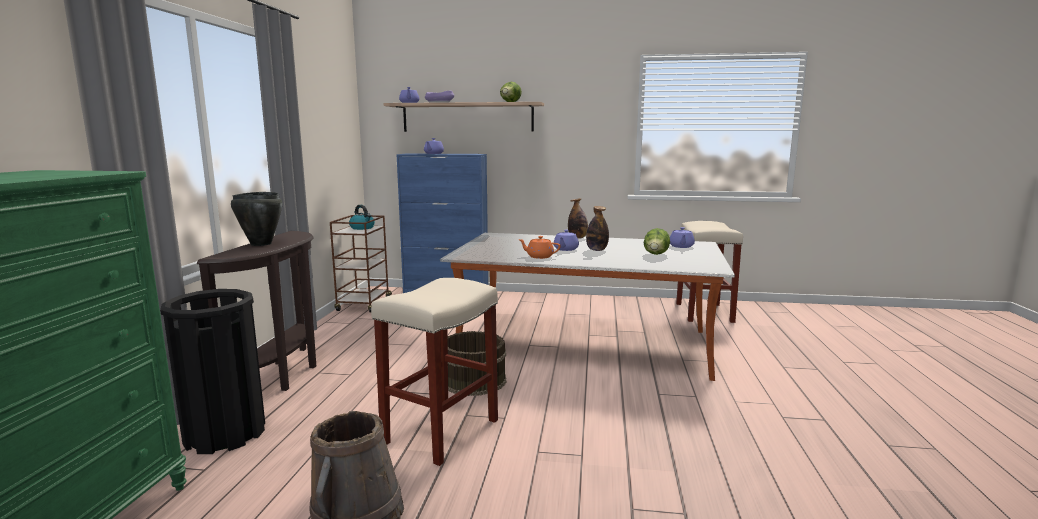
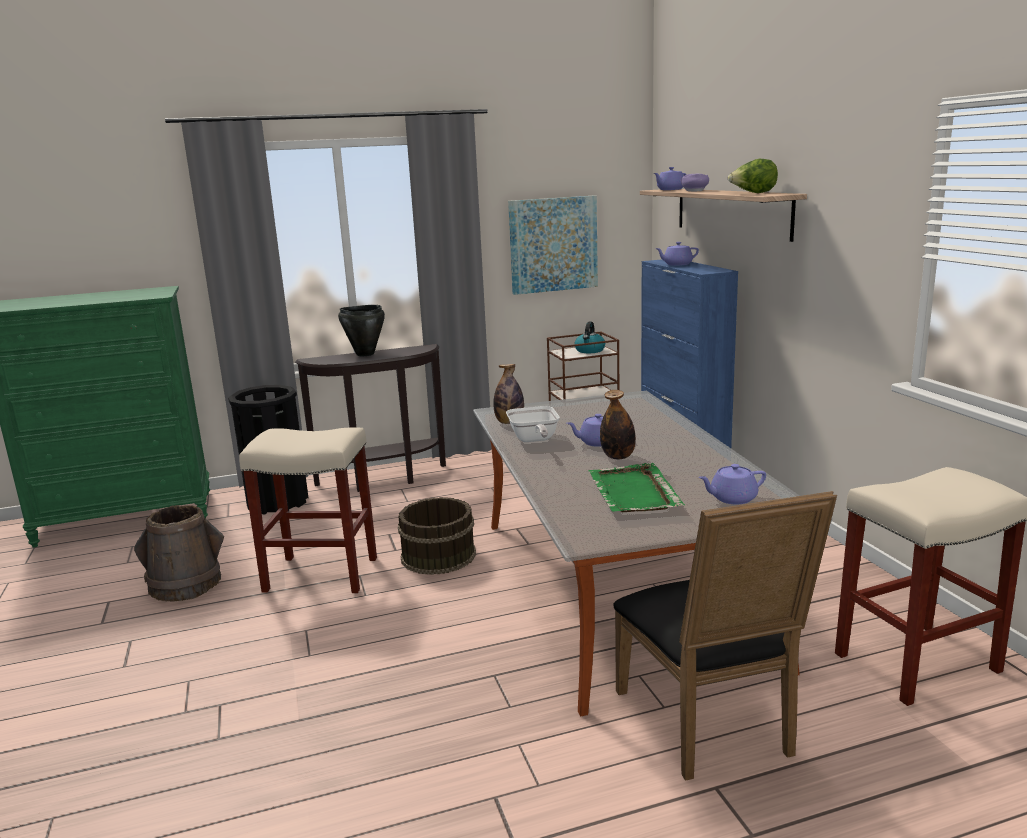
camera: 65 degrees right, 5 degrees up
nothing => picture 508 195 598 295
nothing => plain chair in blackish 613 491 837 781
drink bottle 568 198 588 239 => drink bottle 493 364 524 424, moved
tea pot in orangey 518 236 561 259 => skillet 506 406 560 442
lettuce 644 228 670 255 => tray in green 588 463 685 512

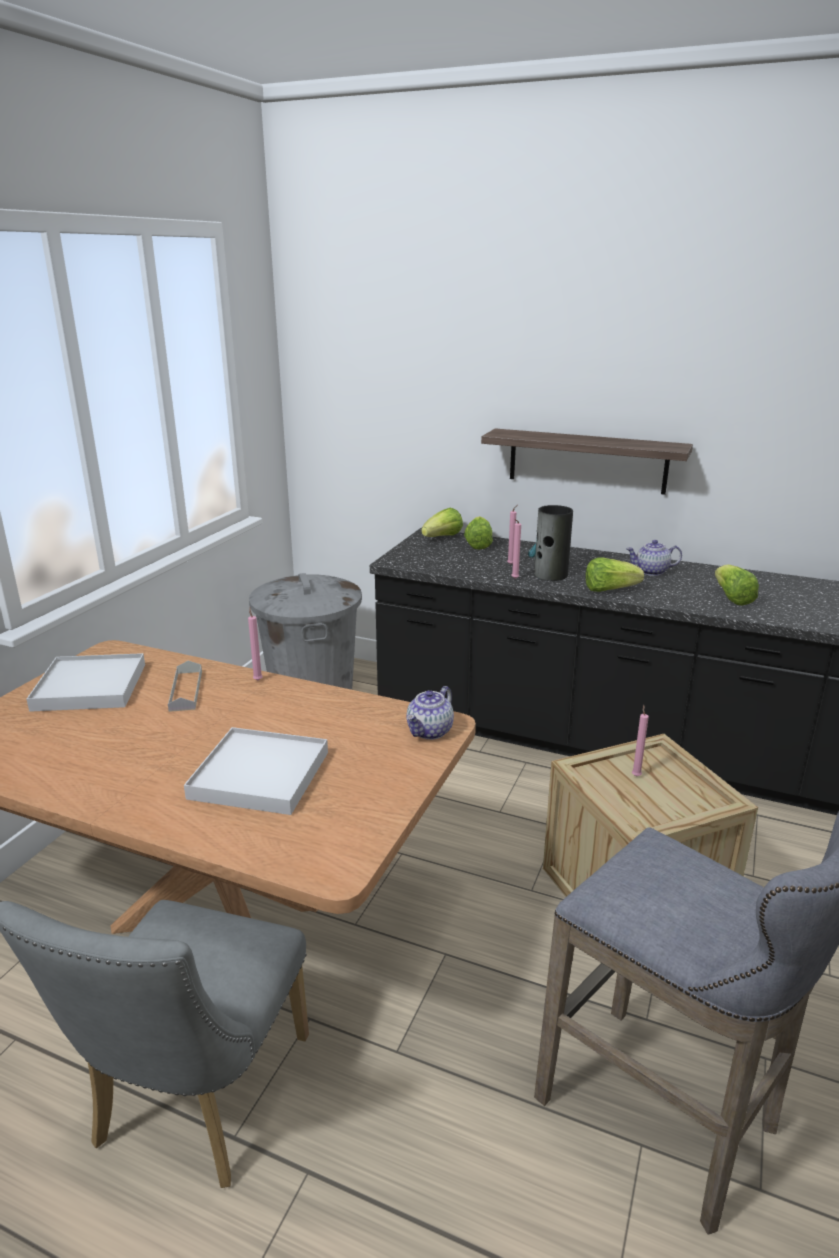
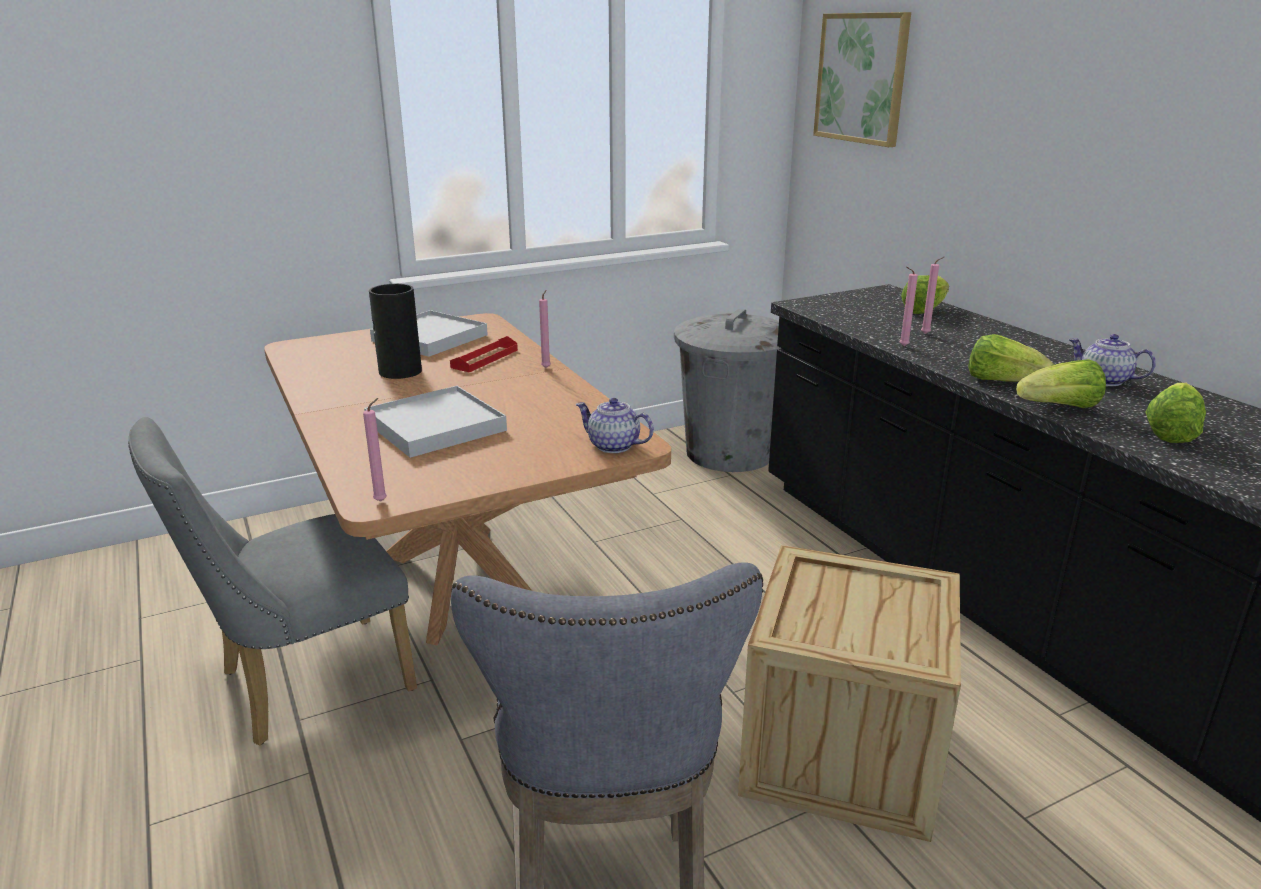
camera: 40 degrees right, 0 degrees up
bracket shelf 481 428 693 495 => nothing
nothing => picture 813 12 911 147
lettuce 421 508 463 537 => lettuce 1016 359 1106 408, moved
vase 528 505 573 581 => vase 369 284 422 379, moved
wax candle in pink-coloured 632 705 649 777 => wax candle in pink-coloured 363 398 387 502, moved
tray in grey 168 661 202 712 => tray in red-coloured 450 336 518 372
tea pot 406 686 454 740 => tea pot 576 398 654 453, 45 degrees clockwise

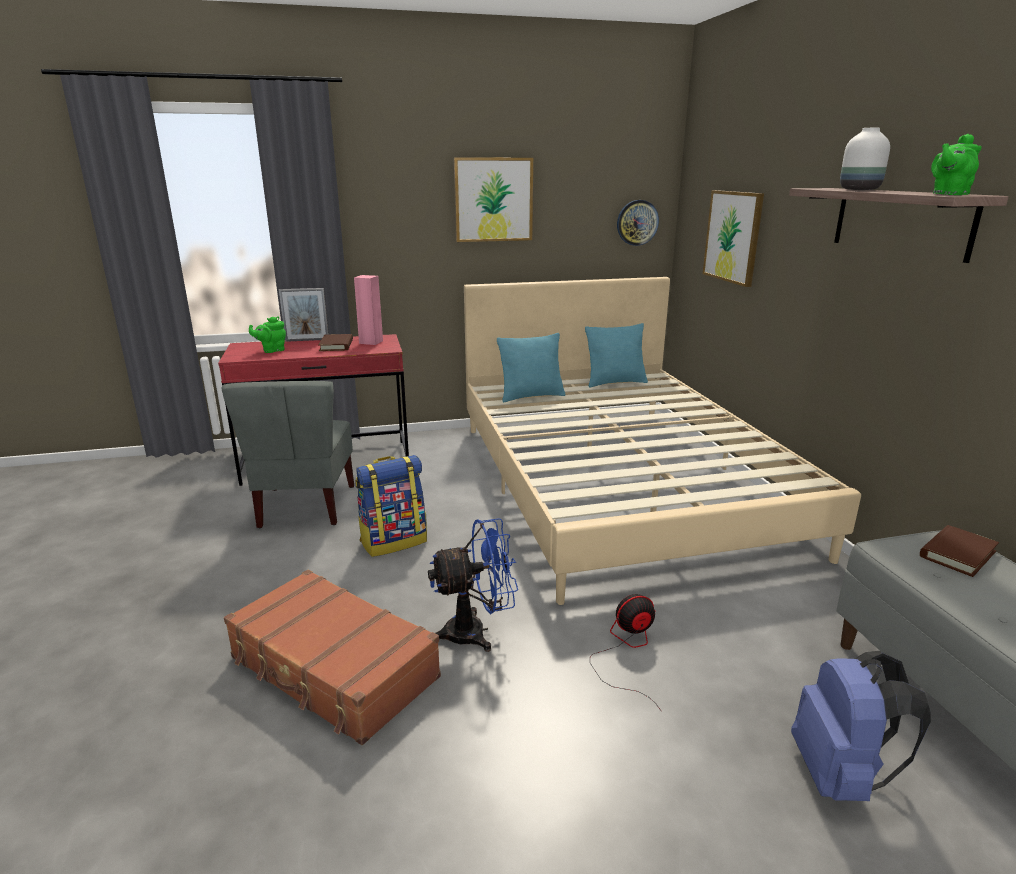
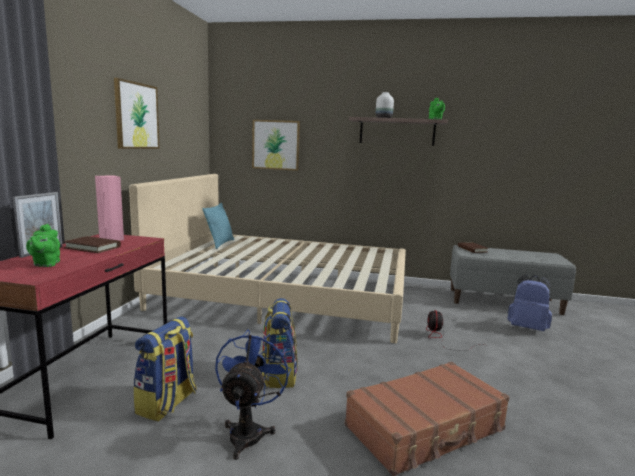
camera: 65 degrees left, 10 degrees down
cushion in turquoise 497 333 566 402 => nothing
wall clock 617 200 659 246 => nothing
fan in bluish 428 518 518 652 => fan in bluish 215 330 291 460, moved
plain chair in grey 221 381 354 528 => backpack 134 316 197 421

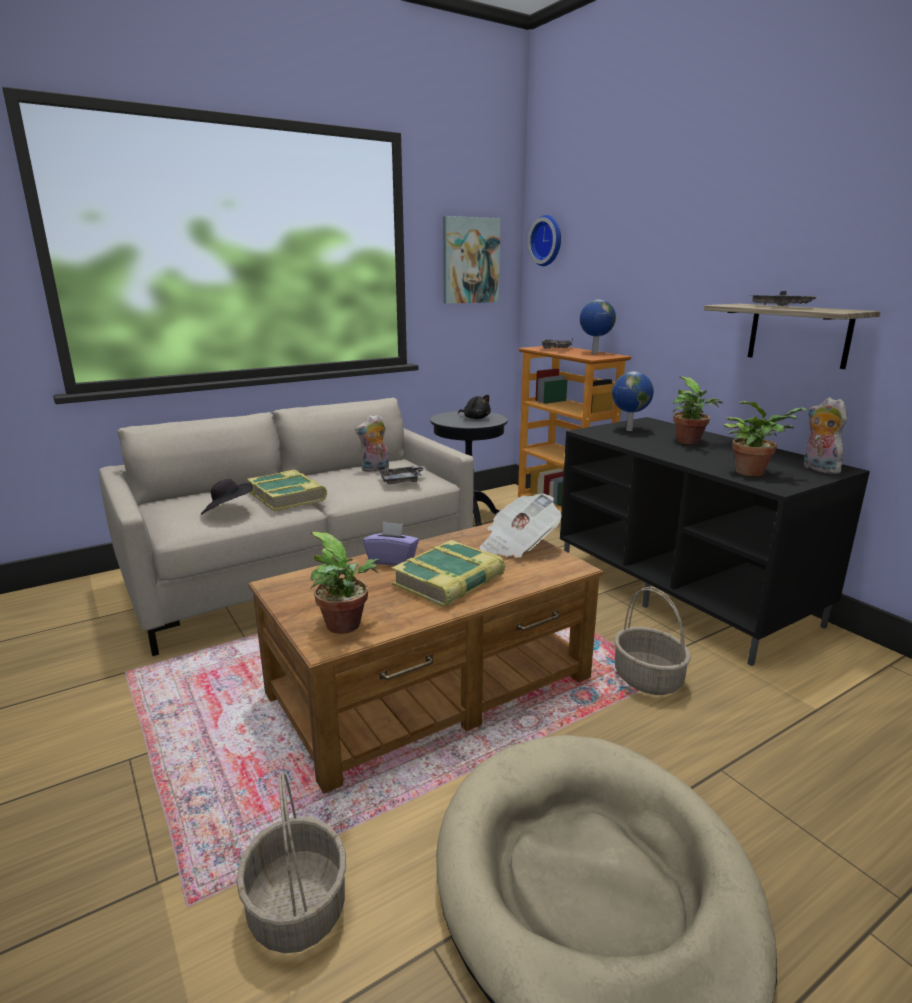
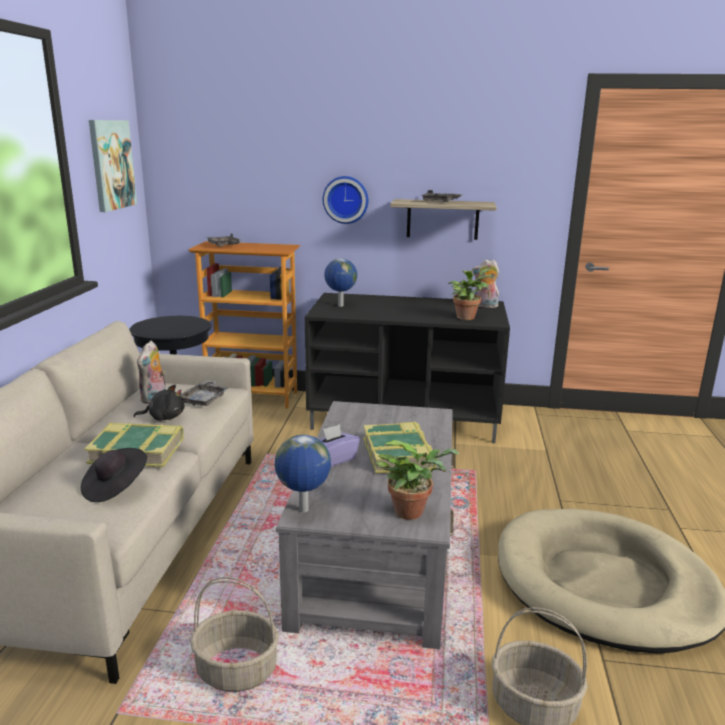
camera: 50 degrees left, 0 degrees up
printed paper 480 494 562 558 => nothing
potted plant 673 376 723 444 => nothing
cuddly toy in blackish 458 395 491 419 => cuddly toy in blackish 134 385 184 421, moved
wall clock 528 215 561 266 => wall clock 323 176 368 224, moved
desk globe 580 300 616 354 => desk globe 275 435 331 512, moved
household basket 614 587 691 695 => household basket 190 577 279 692, moved
low table in brownish 248 523 604 794 => low table in grey 276 401 454 649

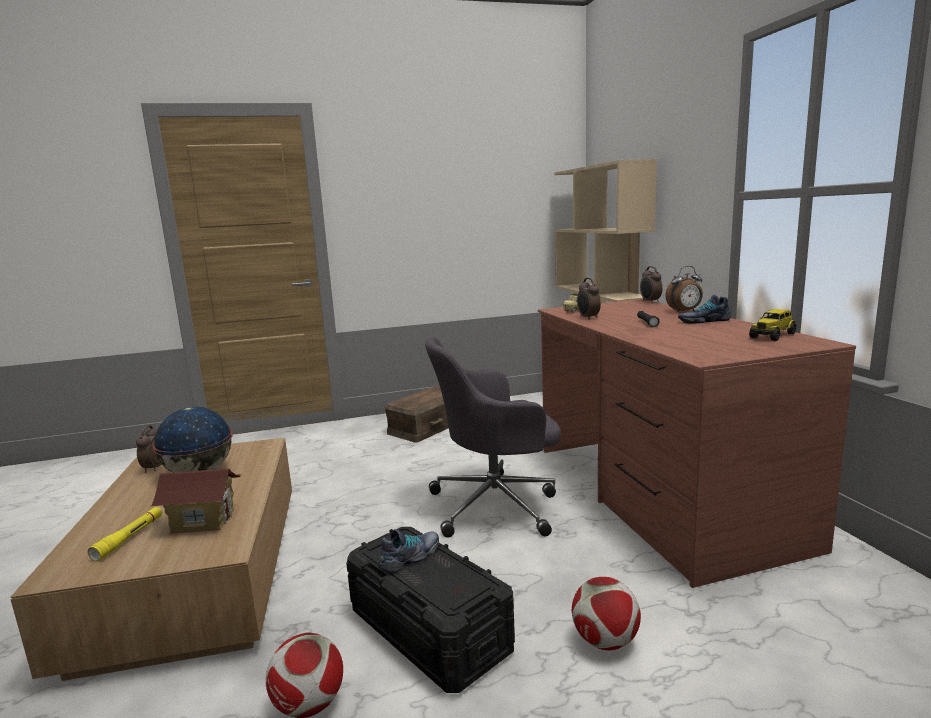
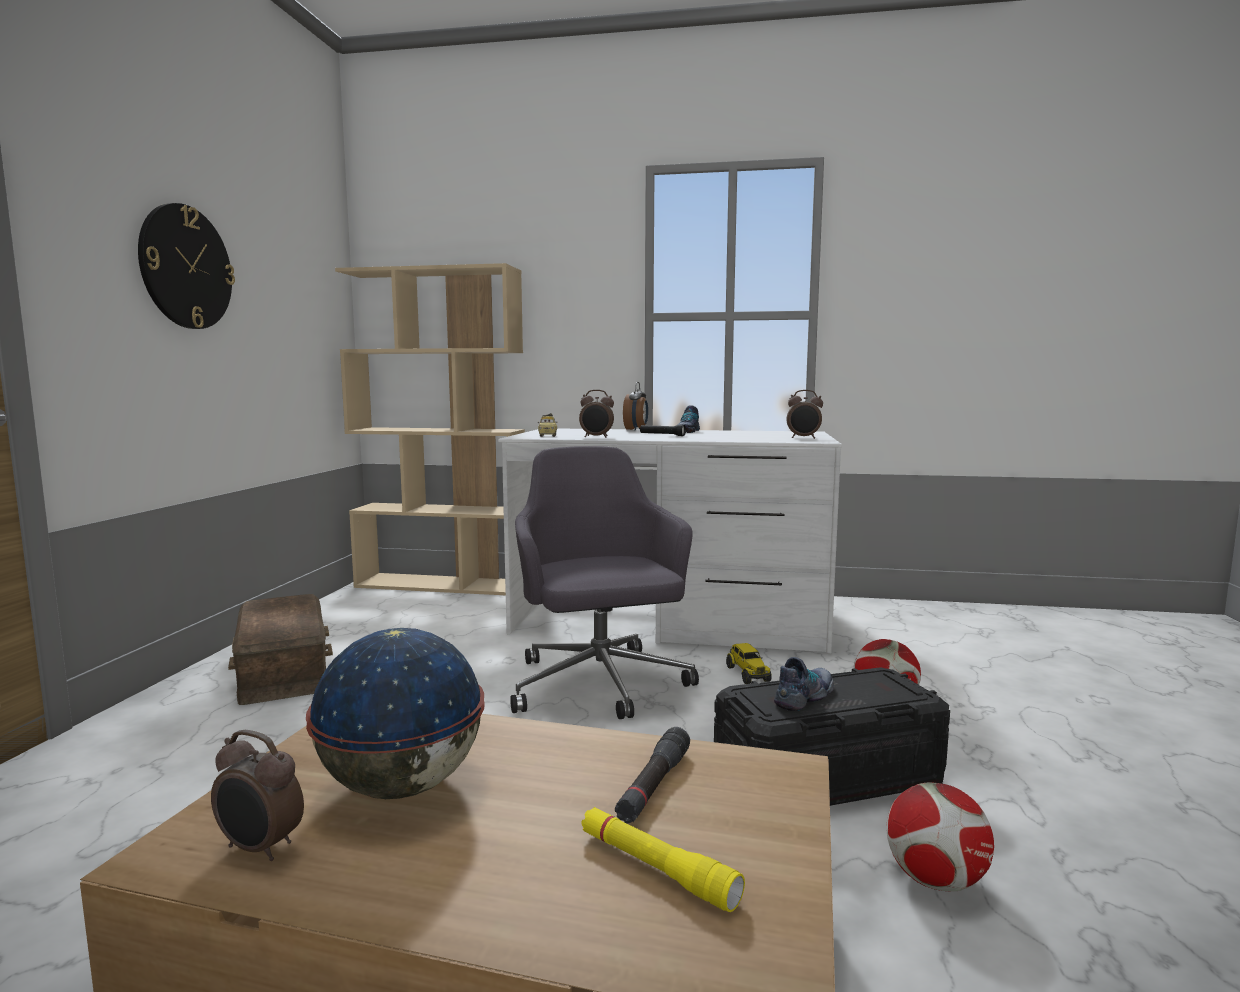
camera: 65 degrees left, 5 degrees down
nothing => wall clock 138 203 235 329
table clock 640 266 663 303 => table clock 787 390 823 439, moved
toy truck 749 309 797 341 => toy truck 726 643 772 684, moved
model house 151 469 241 534 => flashlight in blackish 615 727 690 824
desk table in brownish 538 299 856 588 => desk table in whitish 498 428 842 654
item of footwear 378 529 439 573 => item of footwear 774 657 834 711, 60 degrees clockwise
office chair in grey 425 336 561 538 => office chair in grey 510 446 699 719, 150 degrees clockwise

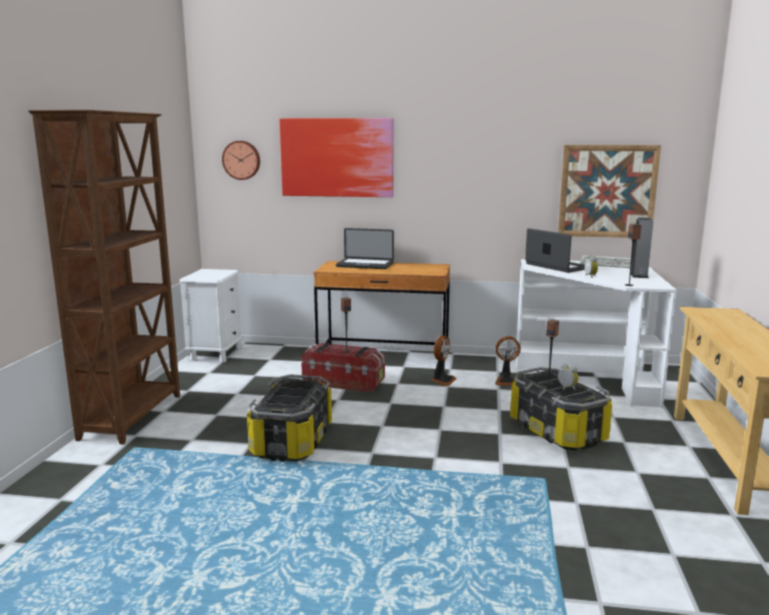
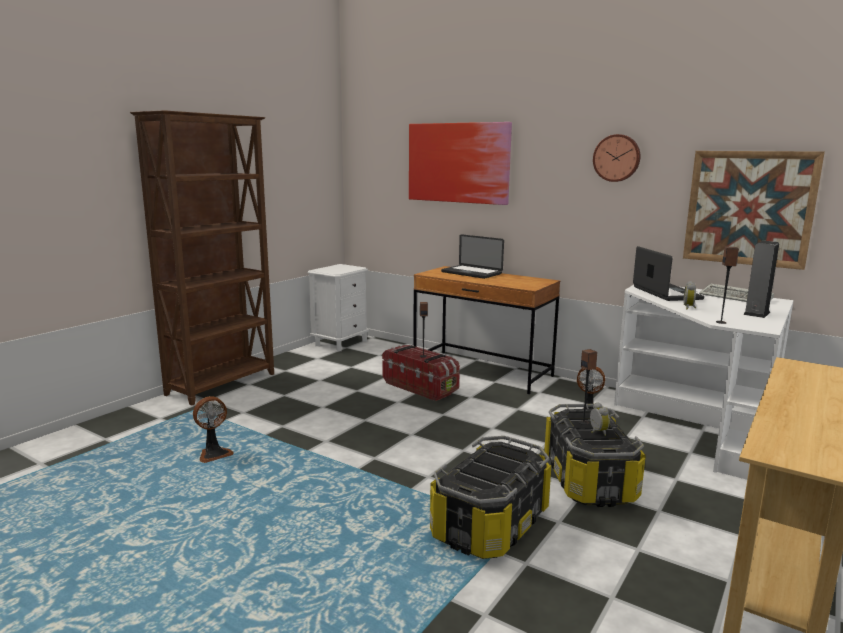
camera: 25 degrees right, 0 degrees up
wall clock 222 141 260 180 => wall clock 593 134 641 182, moved
storage bin 247 374 332 462 => storage bin 430 436 551 559, moved
fan 431 336 457 386 => fan 193 396 234 463, moved

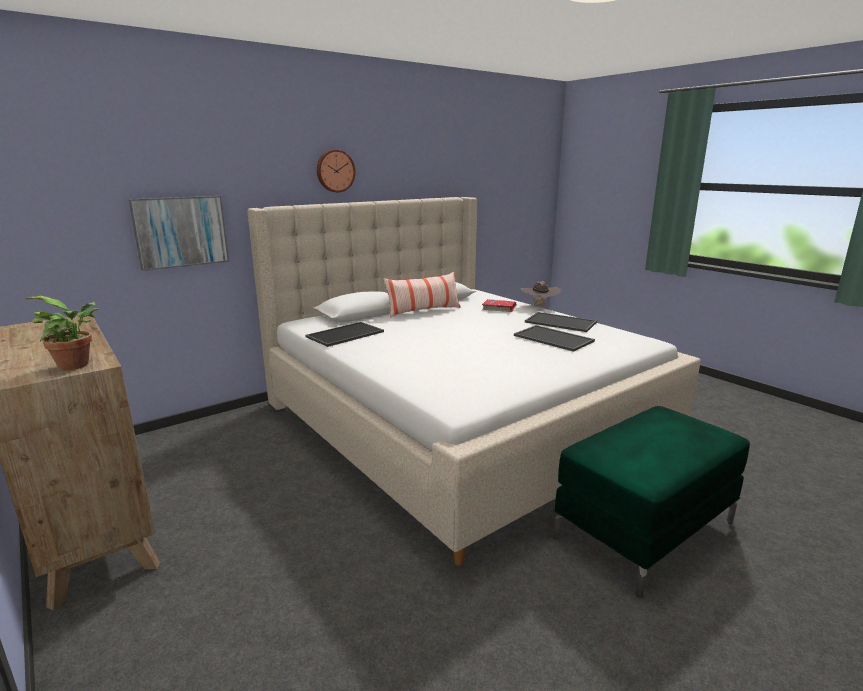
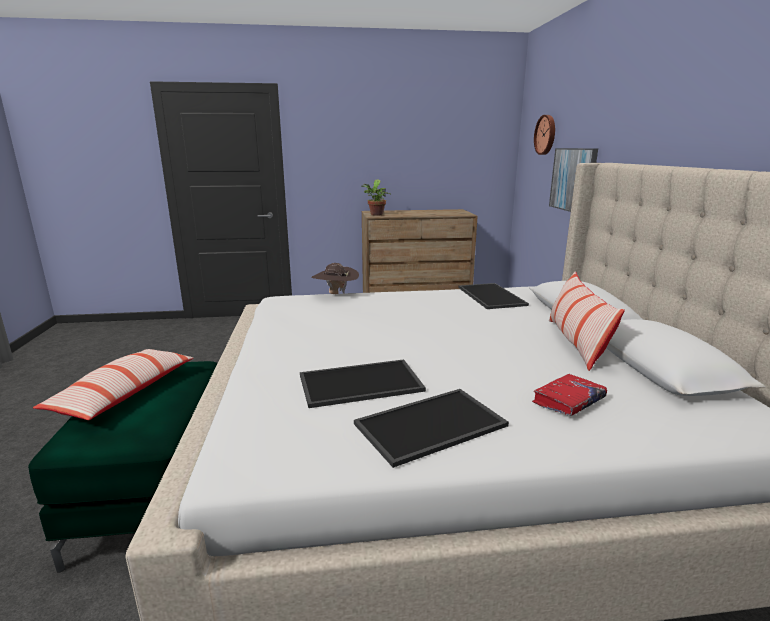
camera: 120 degrees right, 0 degrees up
nothing => cushion 33 349 193 420
wall clock 317 150 356 192 => wall clock 534 115 555 155, moved
clothing hat in brownish 520 281 561 306 => clothing hat in brownish 311 263 359 294, moved

